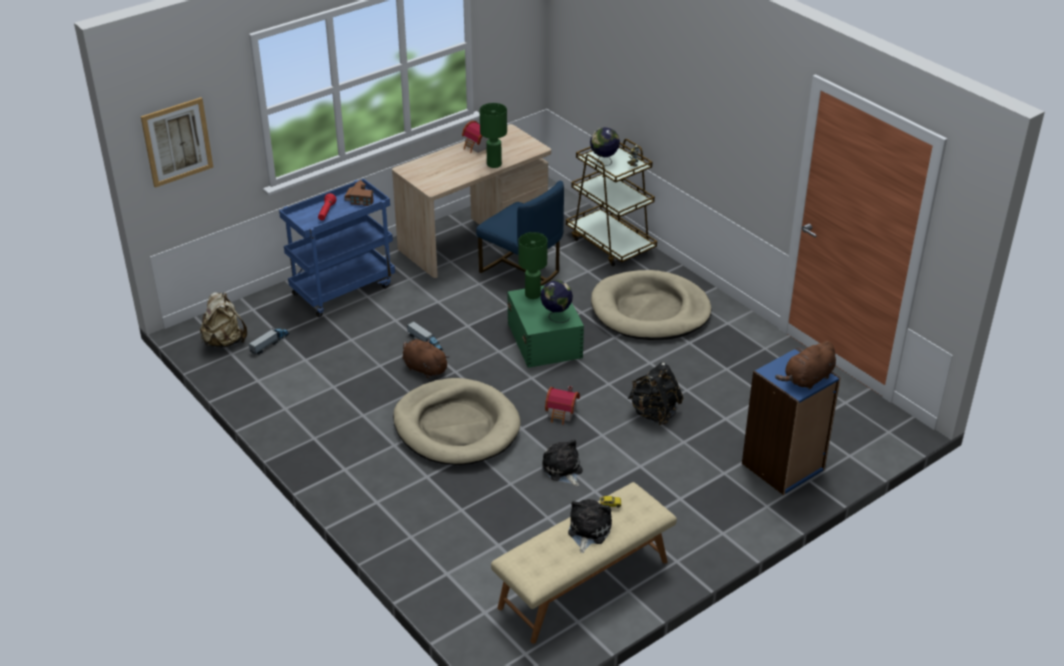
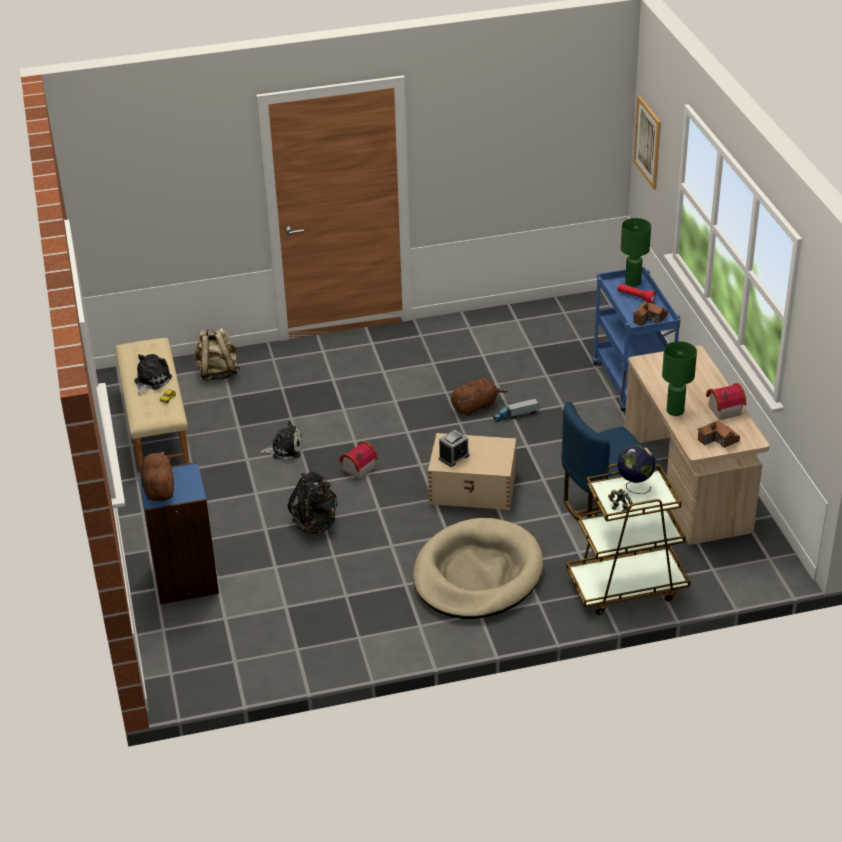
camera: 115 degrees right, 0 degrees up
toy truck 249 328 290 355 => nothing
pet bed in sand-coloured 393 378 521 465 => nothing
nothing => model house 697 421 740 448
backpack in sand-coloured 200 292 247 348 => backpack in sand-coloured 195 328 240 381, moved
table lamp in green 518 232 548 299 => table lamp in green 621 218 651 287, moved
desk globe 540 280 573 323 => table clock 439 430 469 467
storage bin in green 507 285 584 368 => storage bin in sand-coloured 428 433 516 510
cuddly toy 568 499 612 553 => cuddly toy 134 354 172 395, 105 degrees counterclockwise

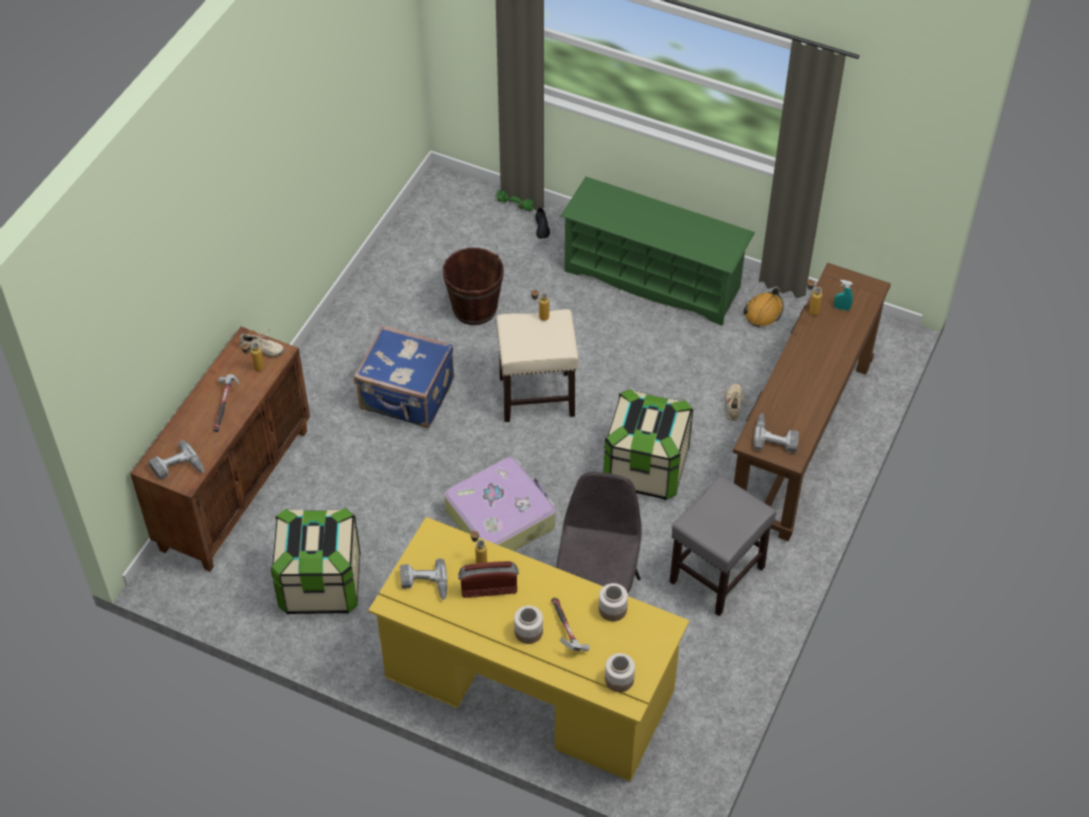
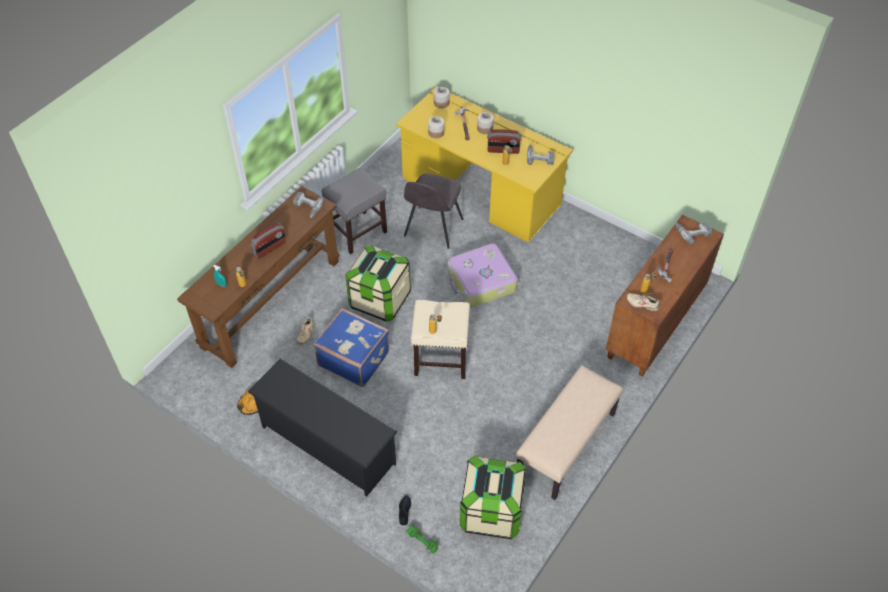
camera: 170 degrees left, 0 degrees up
water bucket in brownish 443 248 504 325 => nothing
nothing => radio set 250 222 286 259
nothing => bench in sand-coloured 516 365 623 500
storage bin 271 508 361 614 => storage bin 460 455 527 539, moved
suitcase in bluish 354 325 454 428 => suitcase in bluish 313 308 389 387, moved
shoe rack in green 561 177 755 326 => shoe rack in blackish 248 358 398 497

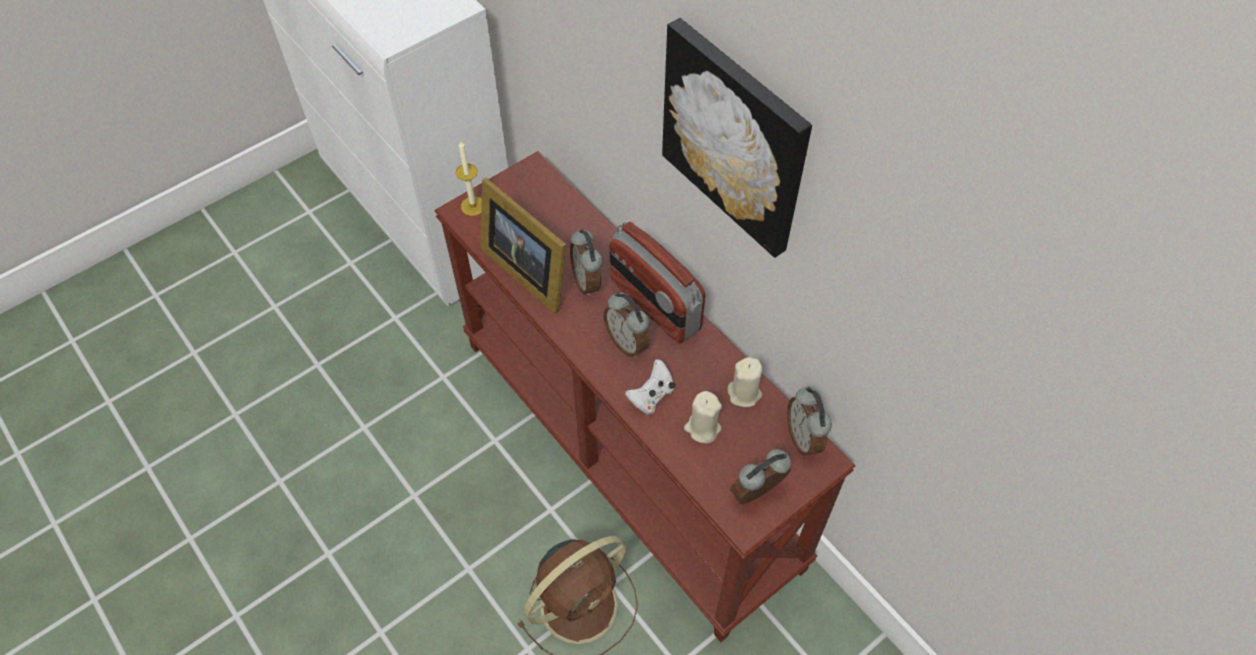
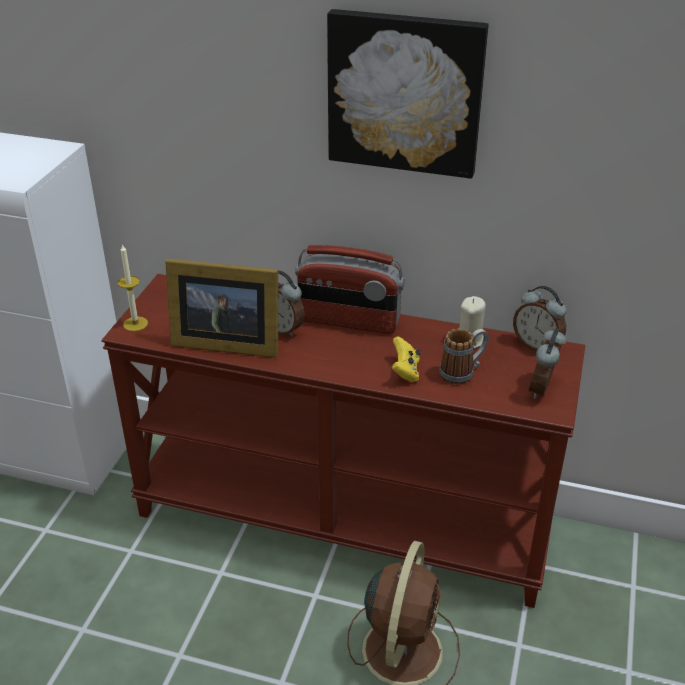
camera: 35 degrees left, 20 degrees down
table clock 603 292 650 357 => nothing
wax candle in sand-coloured 684 391 722 444 => mug 439 329 489 384
joypad in whitish 625 359 675 414 => joypad in yellowish 391 336 420 382

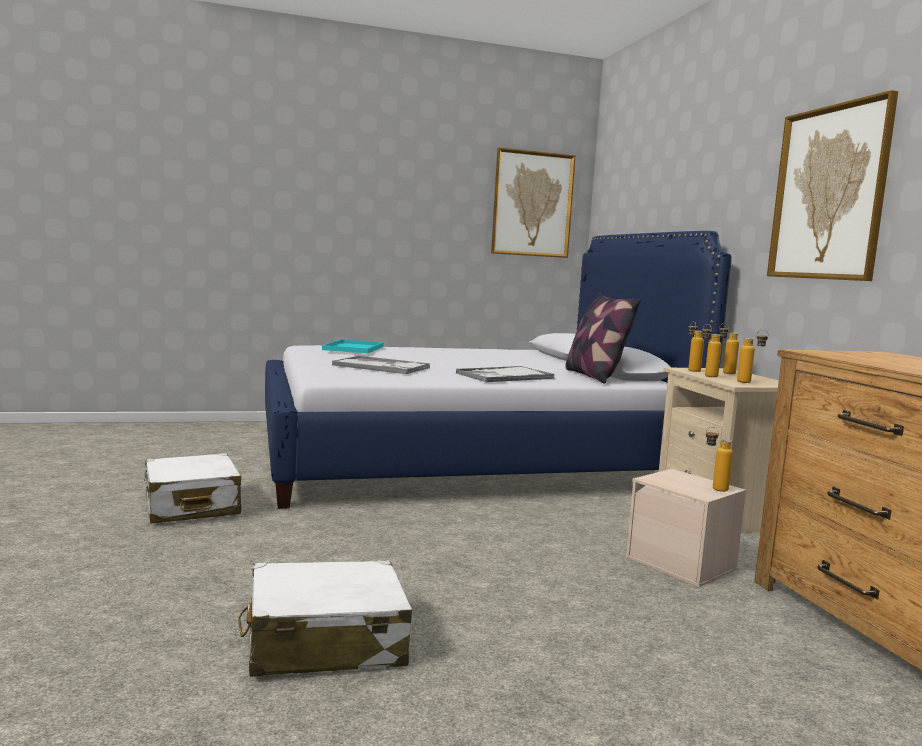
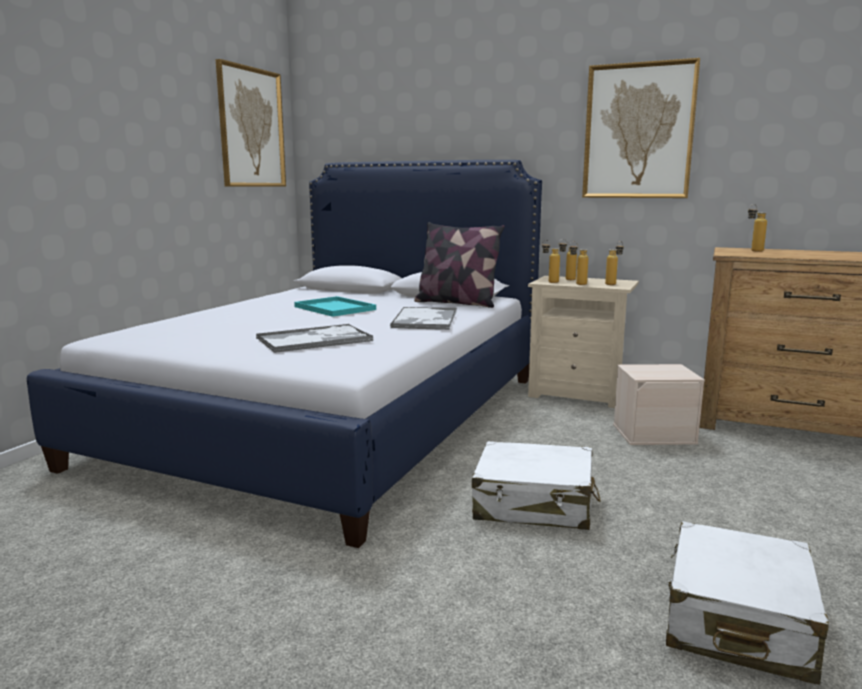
camera: 50 degrees left, 5 degrees up
suitcase in whitish 142 453 241 523 => suitcase in whitish 472 441 601 530, moved
tray in turquoise 322 339 384 353 => tray in turquoise 294 296 376 317, moved
drink bottle 706 427 733 492 => drink bottle 748 204 767 252, moved

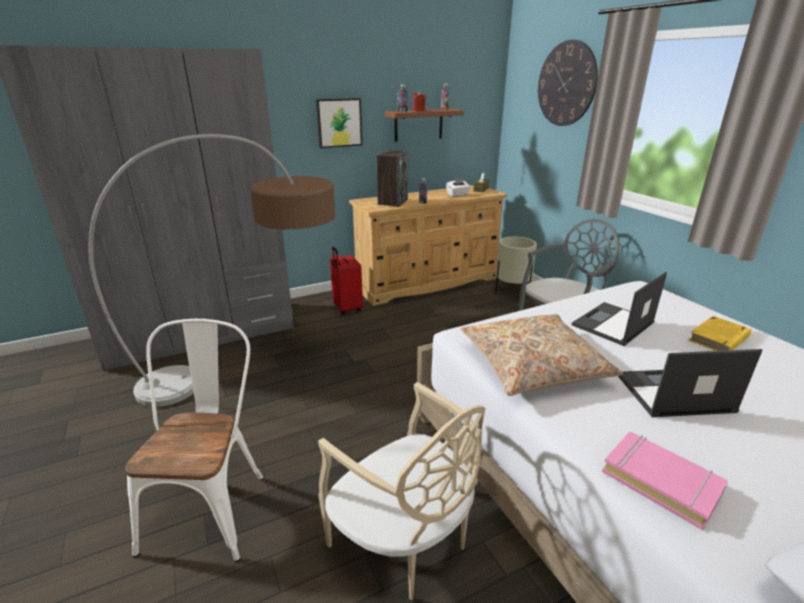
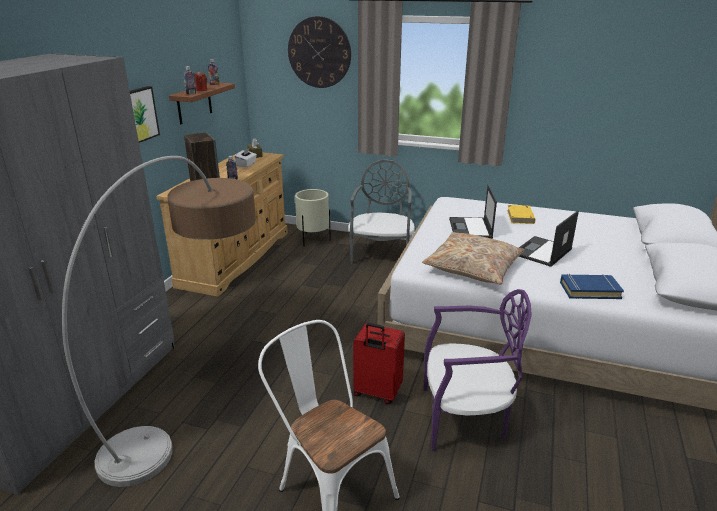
camera: 45 degrees left, 0 degrees up
suitcase in red-coloured 330 247 363 315 => suitcase in red-coloured 353 323 405 404, moved
plain chair in sand-coloured 318 382 486 600 => plain chair in purplish 424 289 532 451
bound book in pink-coloured 602 431 728 530 => bound book in bluish 560 274 624 299

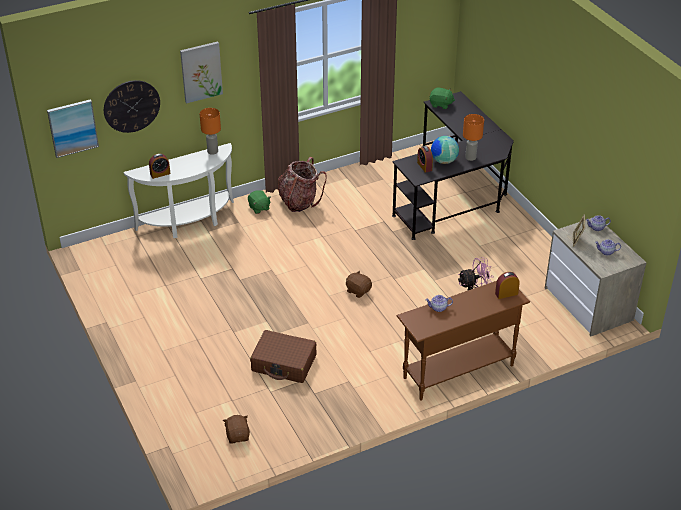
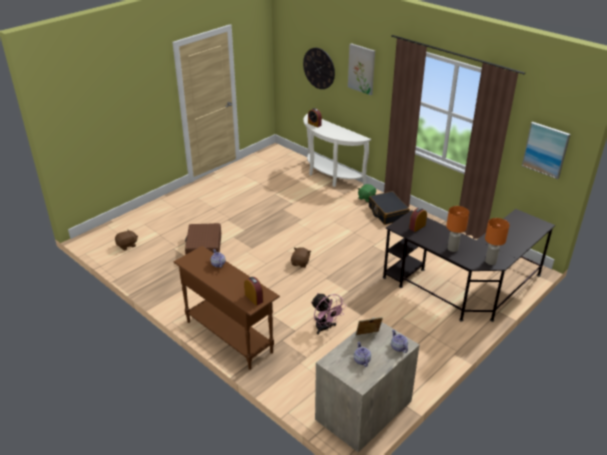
camera: 70 degrees right, 5 degrees down
cuddly toy in green 430 87 455 109 => nothing
desk globe 431 136 459 164 => nothing
picture 47 99 99 158 => picture 522 122 570 179, moved
table lamp in orangey 200 108 221 155 => table lamp in orangey 485 218 510 265, moved
backpack 278 157 327 212 => suitcase in blackish 369 191 410 225

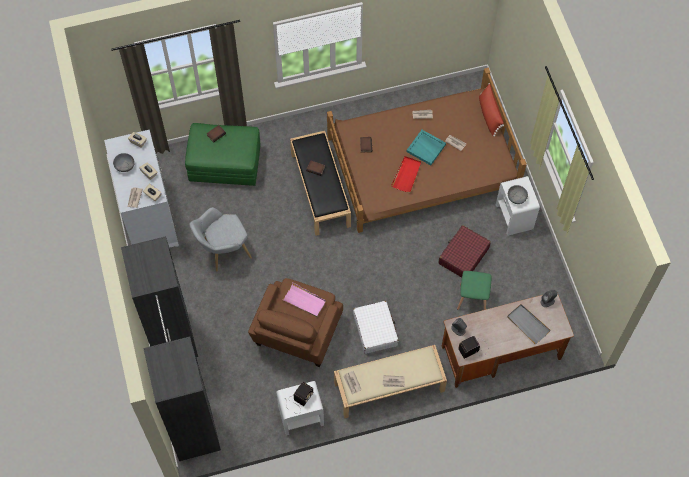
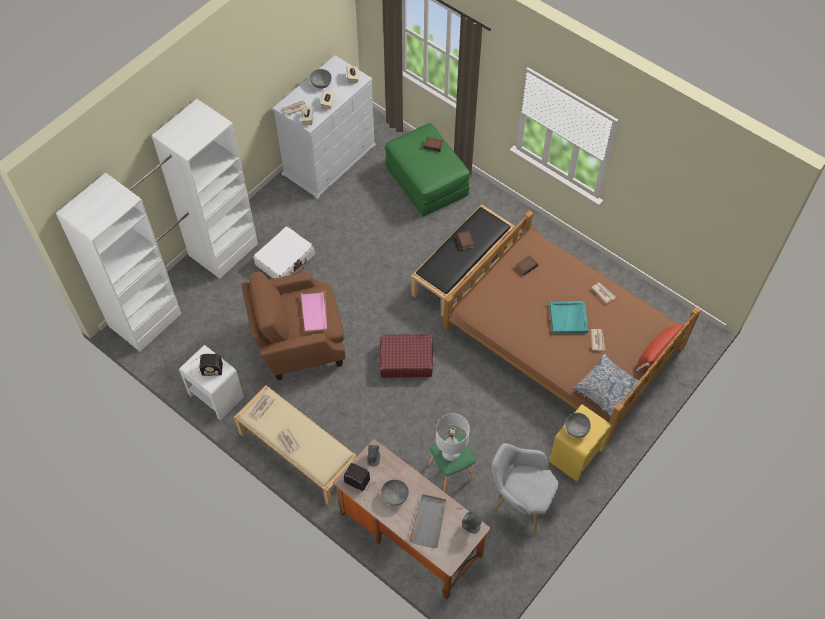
camera: 55 degrees right, 5 degrees down
tray in red-coloured 391 156 421 192 => nothing
nothing => bowl in grey 381 479 409 505
nothing => table lamp in whitish 436 413 470 461
nothing => cushion 572 354 645 417
easy chair in grey 190 207 252 271 => easy chair in grey 491 443 559 536, moved
suitcase in whitish 353 301 399 354 => suitcase in whitish 253 226 315 279, moved
suitcase in red-coloured 438 225 491 278 => suitcase in red-coloured 380 334 433 378, moved
wardrobe in blackish 121 236 221 461 => wardrobe in whitish 56 99 258 351
night table in whitish 496 176 540 236 => night table in yellowish 549 404 612 482

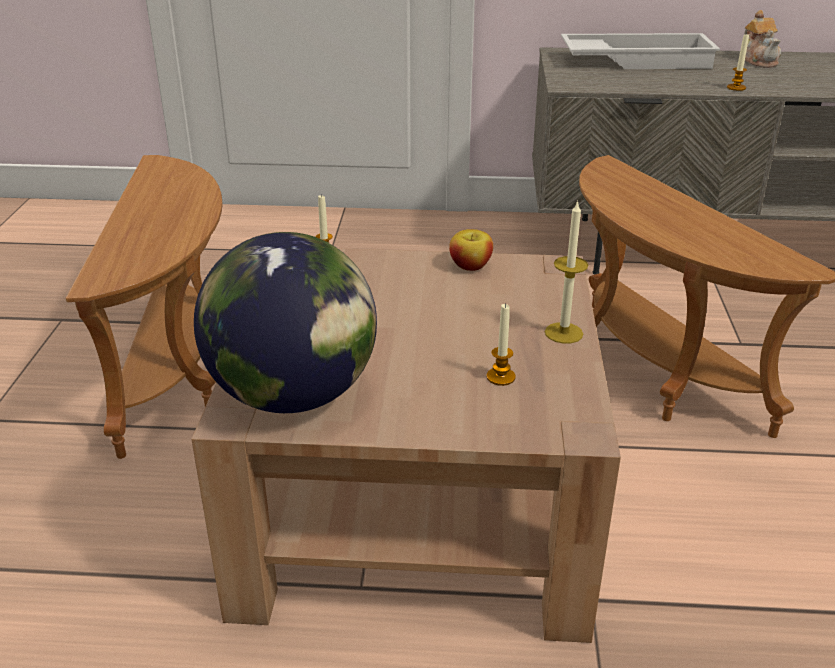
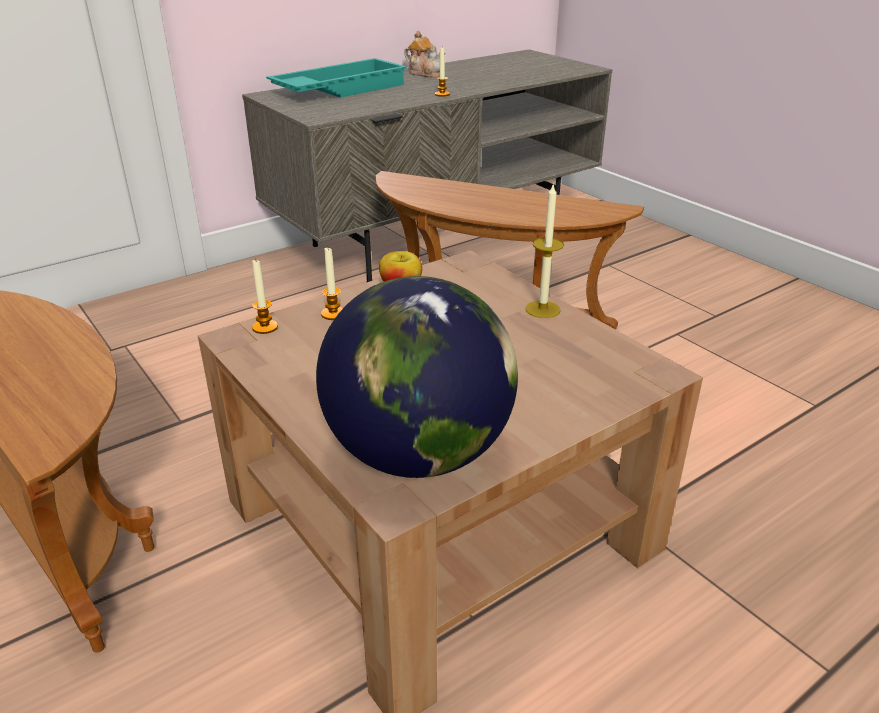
camera: 40 degrees left, 0 degrees up
wax candle 487 303 516 386 => wax candle 321 248 343 320, moved
tray in whitish 561 33 720 69 => tray in turquoise 266 58 407 98

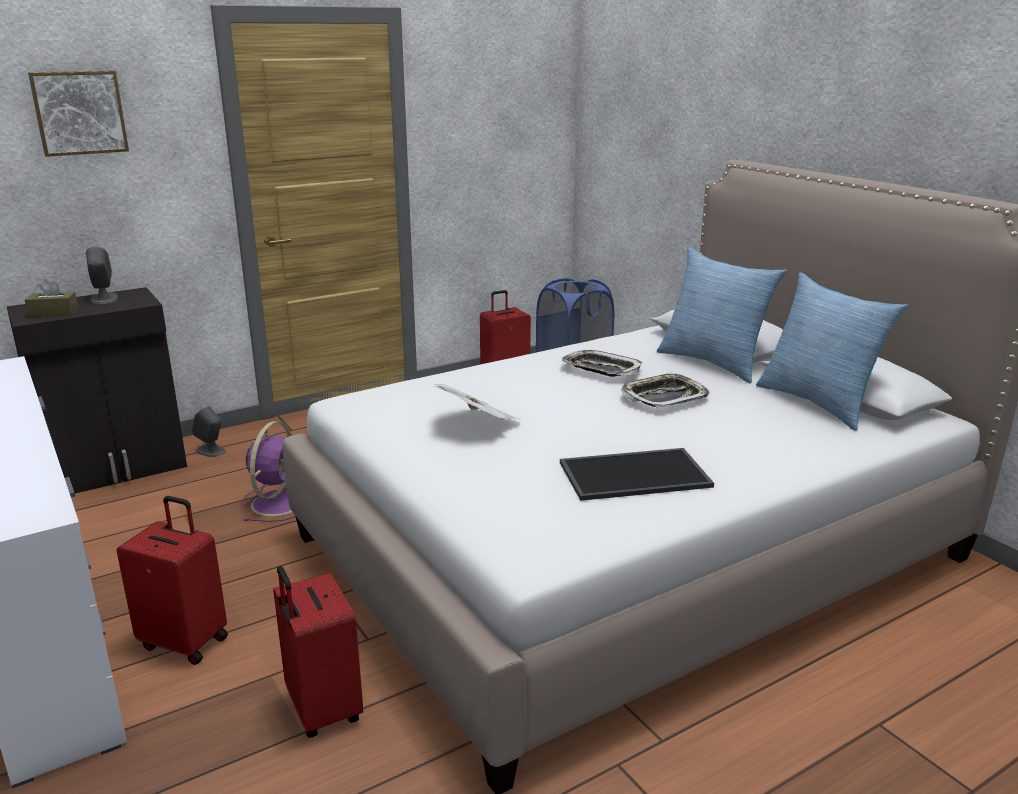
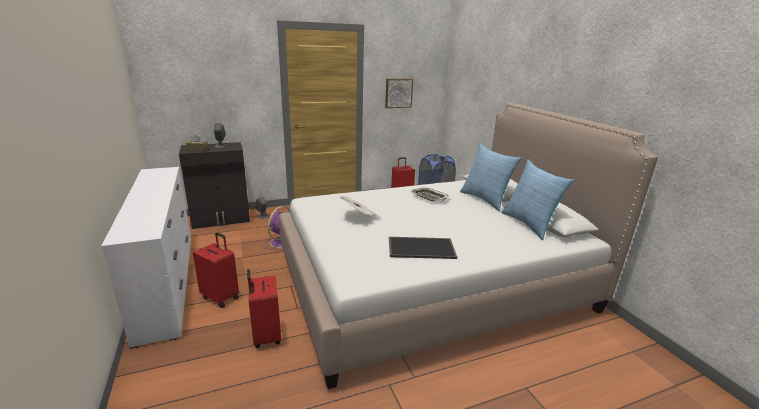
camera: 10 degrees right, 0 degrees up
tray 621 372 709 408 => nothing
picture 28 71 129 157 => picture 385 79 413 108, moved

